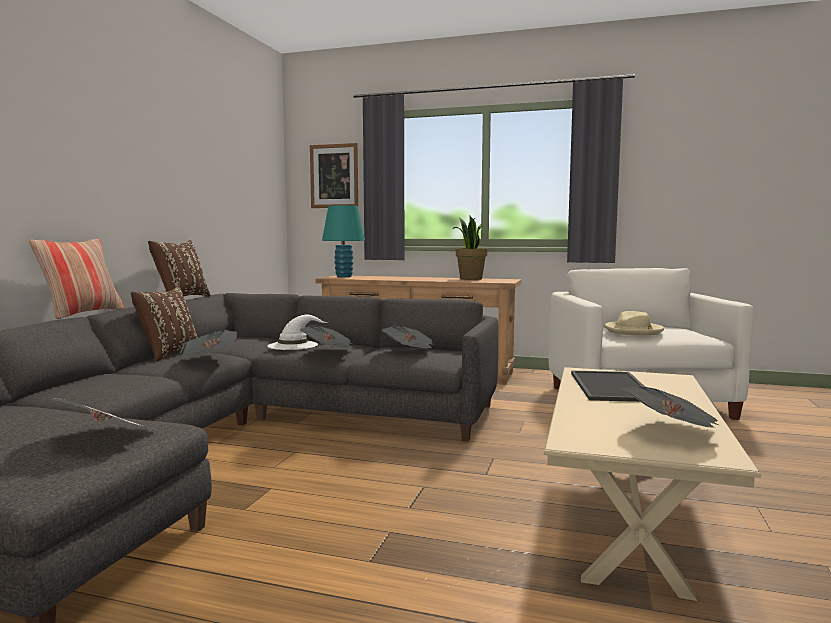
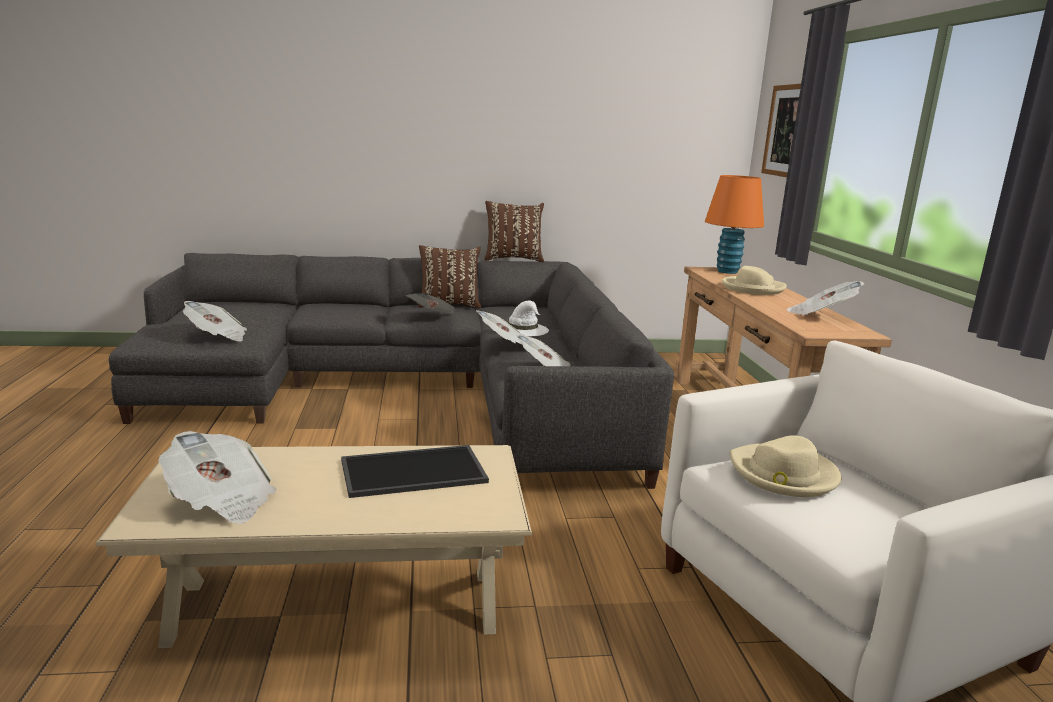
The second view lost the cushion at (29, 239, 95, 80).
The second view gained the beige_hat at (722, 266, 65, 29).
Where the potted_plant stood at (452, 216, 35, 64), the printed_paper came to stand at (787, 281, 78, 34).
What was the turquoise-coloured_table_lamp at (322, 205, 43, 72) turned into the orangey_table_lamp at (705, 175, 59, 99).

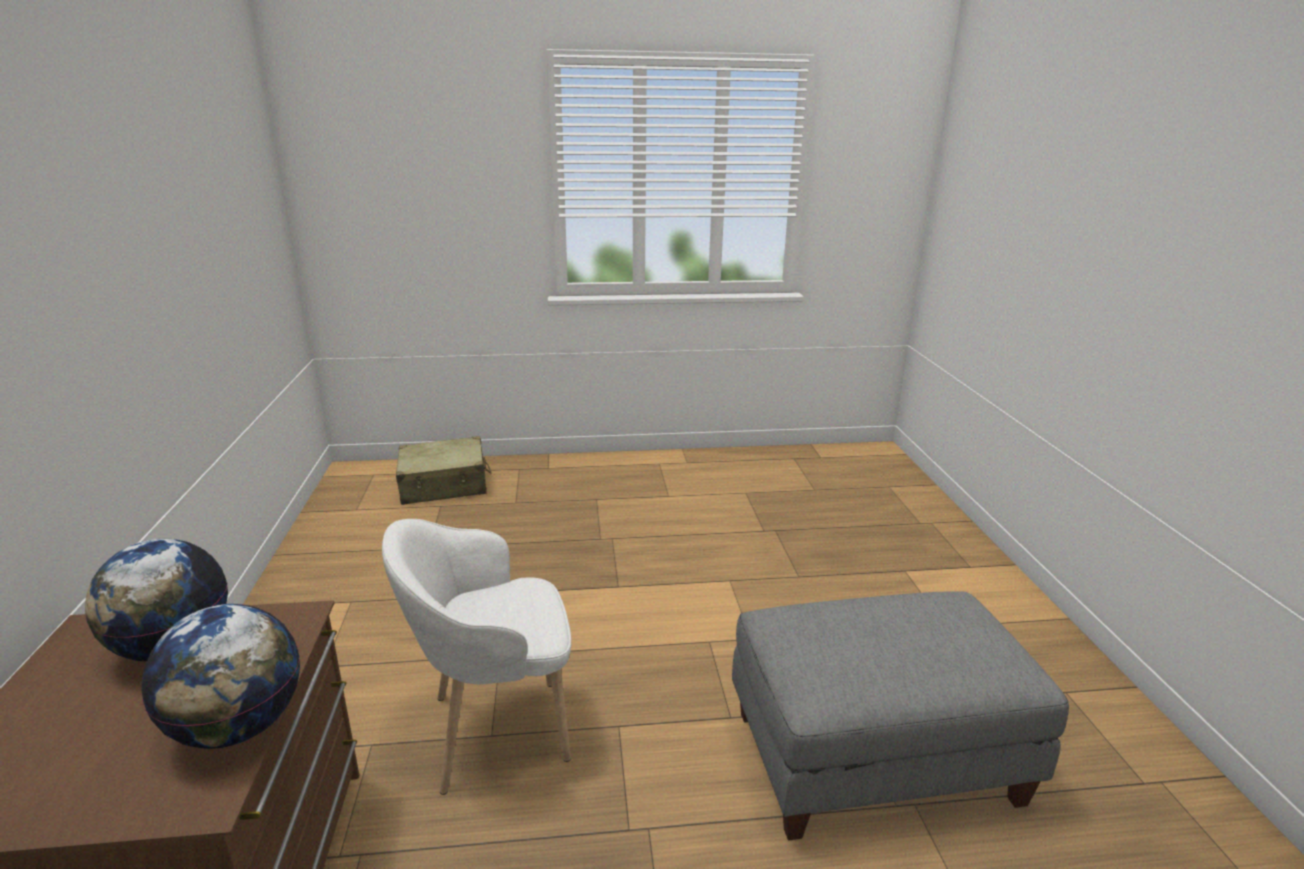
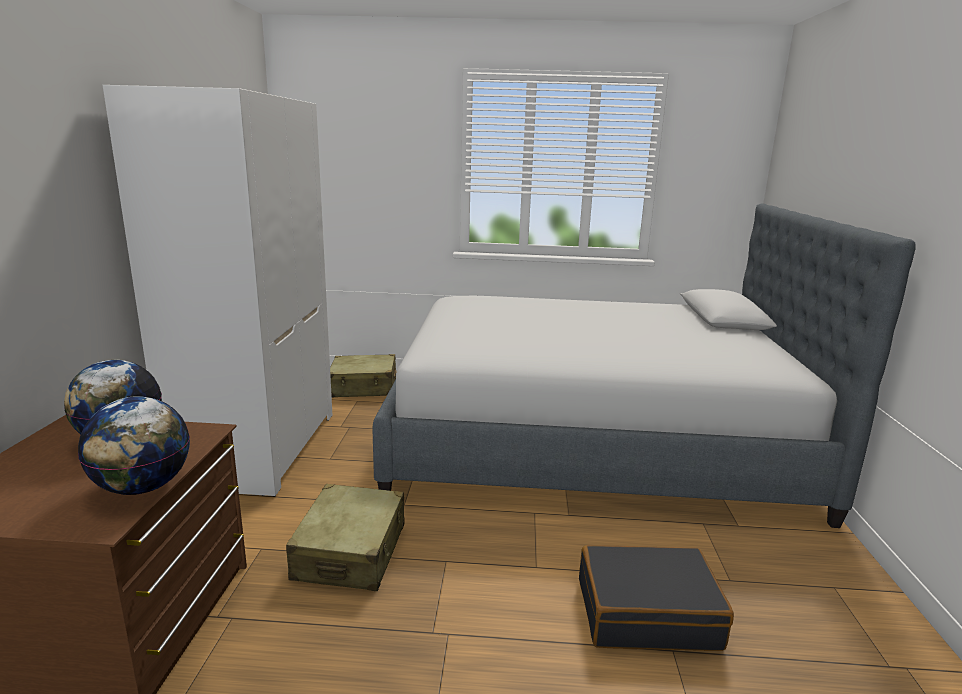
The second view gained the white-coloured_armoire at (103, 85, 229, 412).
The second view gained the bed at (373, 203, 542, 325).
Where the white-coloured_armchair stood at (382, 519, 189, 276), the beige_suitcase came to stand at (286, 484, 118, 107).
Where the gray_ottoman stood at (732, 591, 337, 250), the black-coloured_suitcase came to stand at (579, 545, 155, 106).

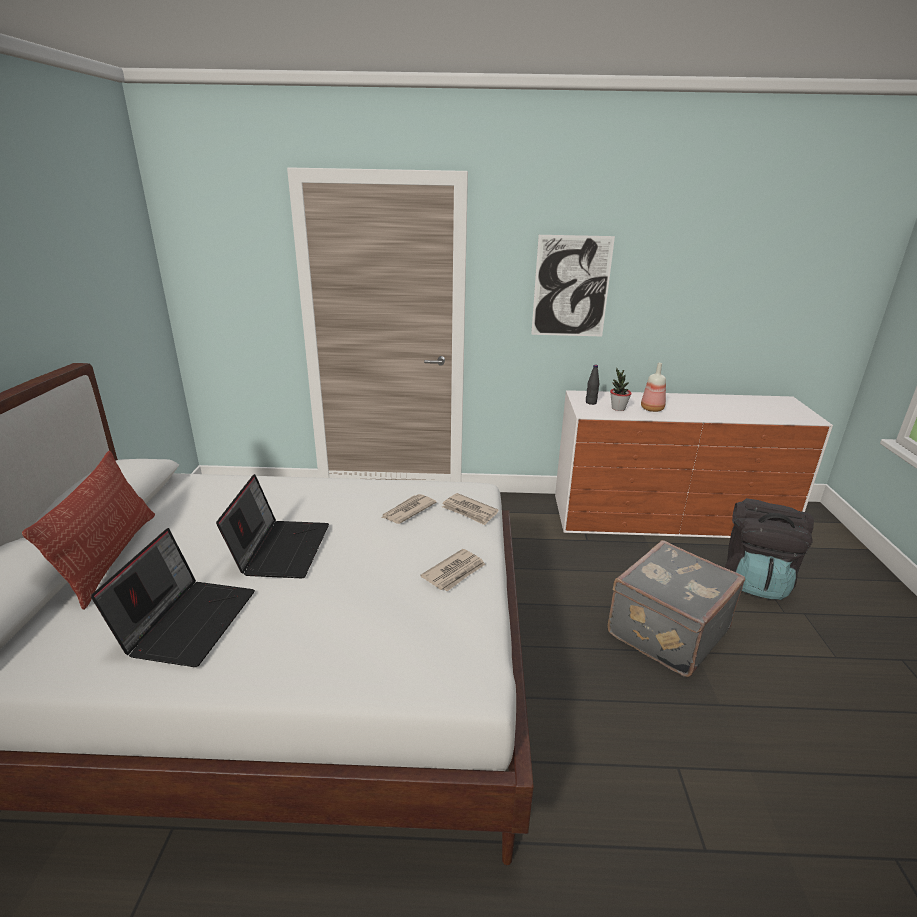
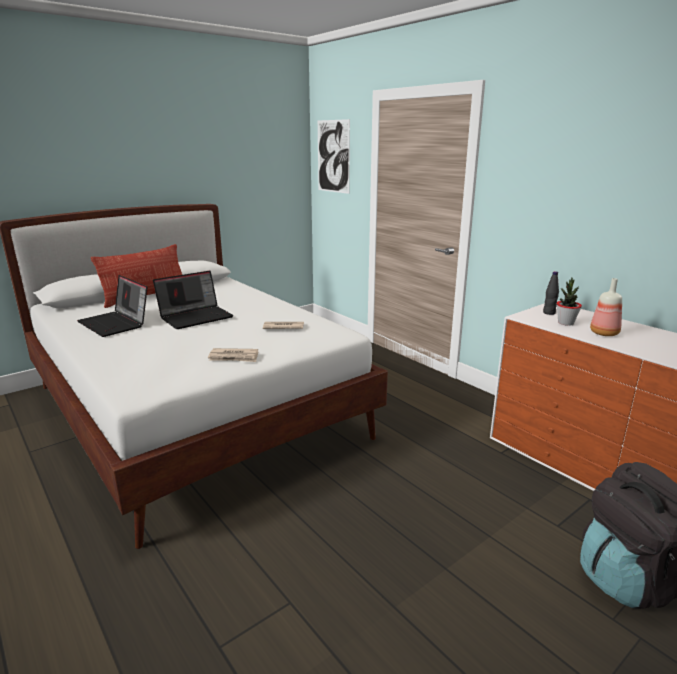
The second view lost the printed_paper at (442, 493, 57, 32).
The second view lost the gray_suitcase at (607, 540, 138, 137).
The picture ended up elsewhere, having gone from (531, 235, 84, 101) to (318, 119, 32, 75).
The laptop at (91, 528, 164, 139) ended up facing another way, 75 degrees clockwise from before.

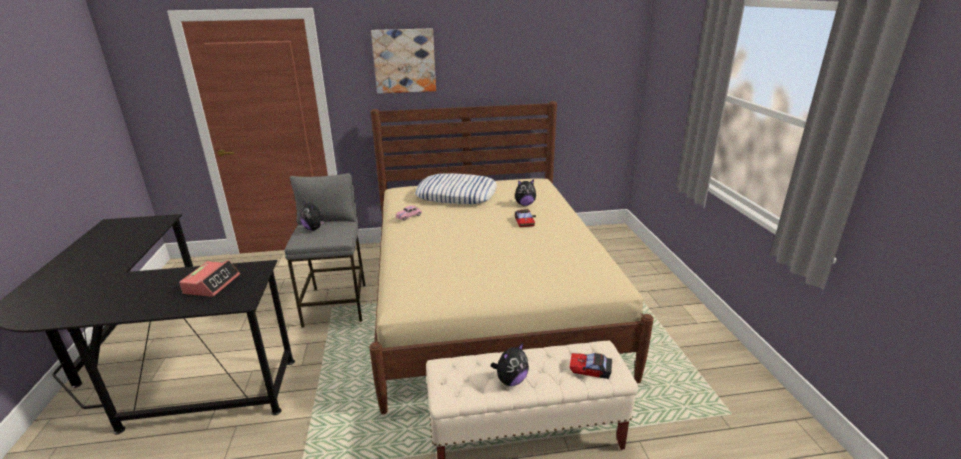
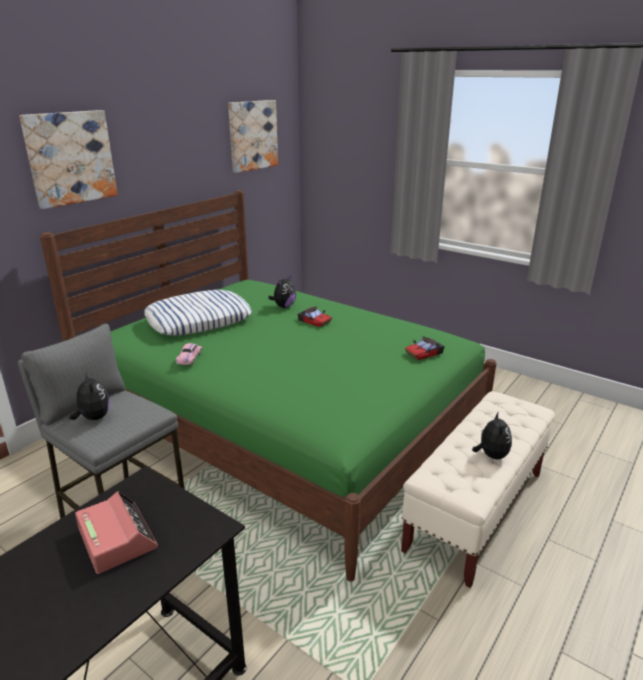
The second view gained the picture at (228, 100, 50, 73).
The toy_car ended up elsewhere, having gone from (570, 353, 42, 26) to (405, 336, 40, 24).
What was the beige_bed at (369, 101, 285, 313) turned into the green_bed at (40, 190, 456, 392).
The soft_toy at (300, 200, 25, 31) ended up facing another way, 120 degrees counterclockwise from before.

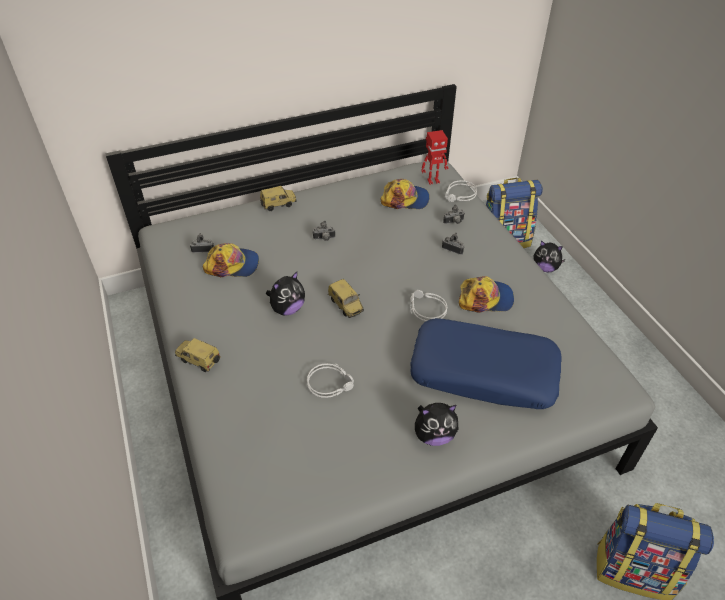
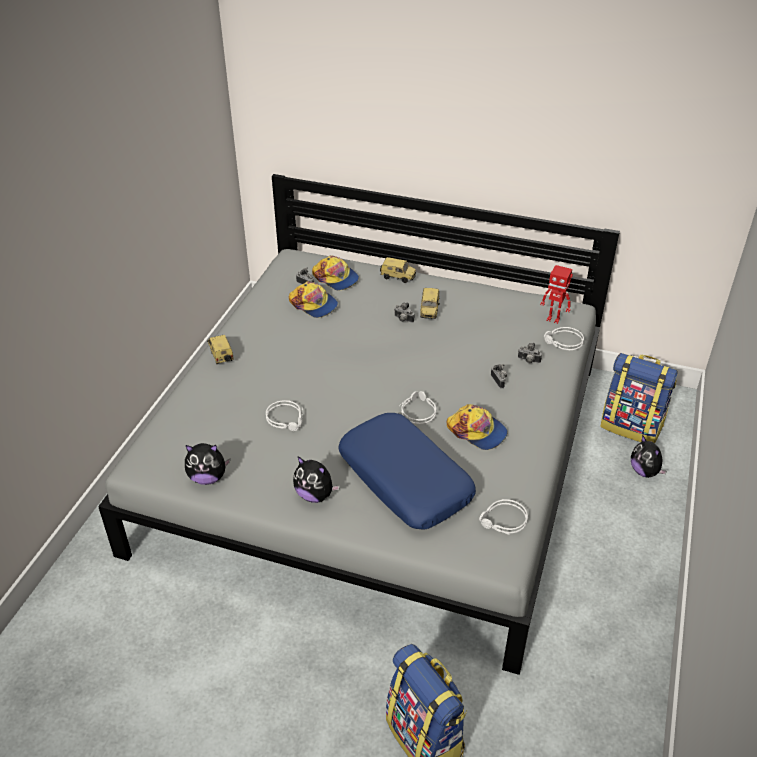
The second view gained the gray_headset at (479, 499, 49, 36).
The soft_toy ended up elsewhere, having gone from (266, 272, 39, 44) to (185, 443, 45, 42).
The toy_car ended up elsewhere, having gone from (328, 279, 36, 39) to (420, 288, 20, 31).
The baseball_cap ended up elsewhere, having gone from (380, 179, 50, 30) to (312, 255, 47, 35).

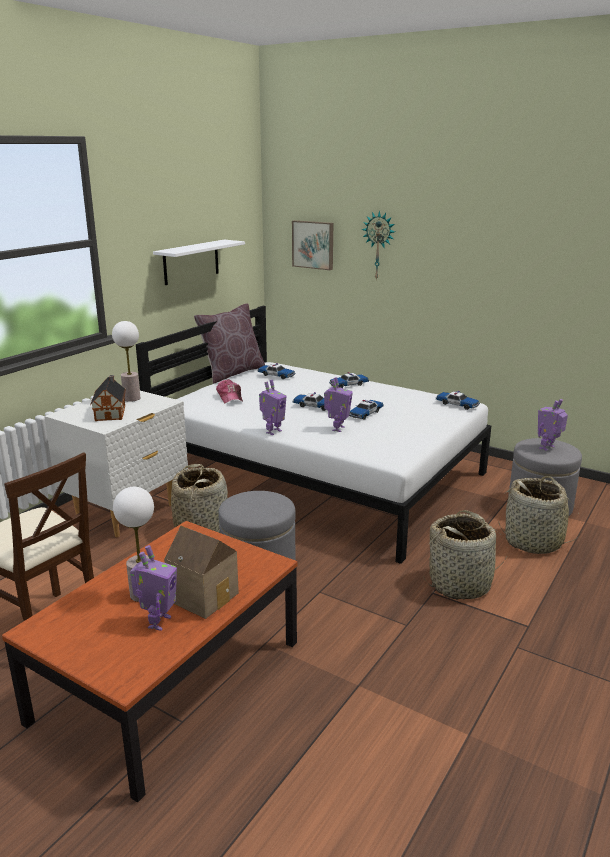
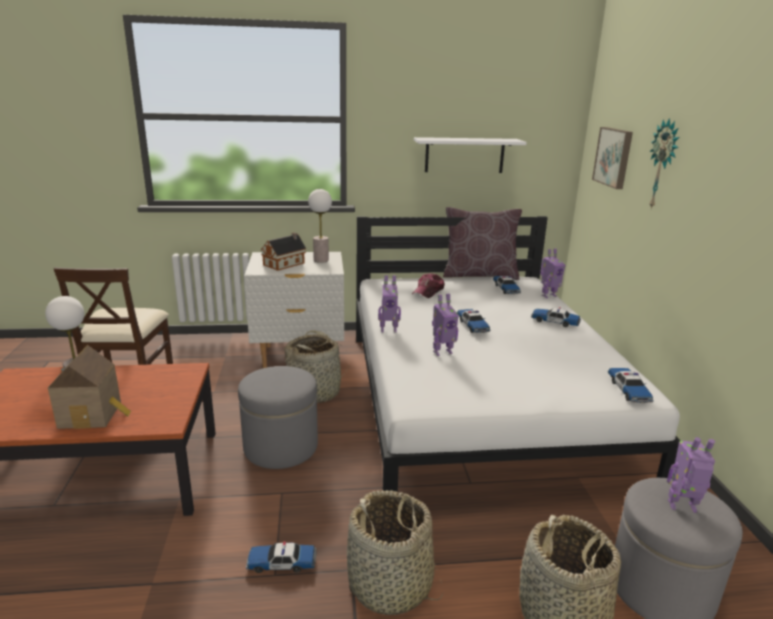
The robot_figure ended up elsewhere, having gone from (130, 545, 47, 86) to (540, 249, 25, 49).
The toy_car ended up elsewhere, having gone from (349, 400, 35, 20) to (246, 541, 70, 32).

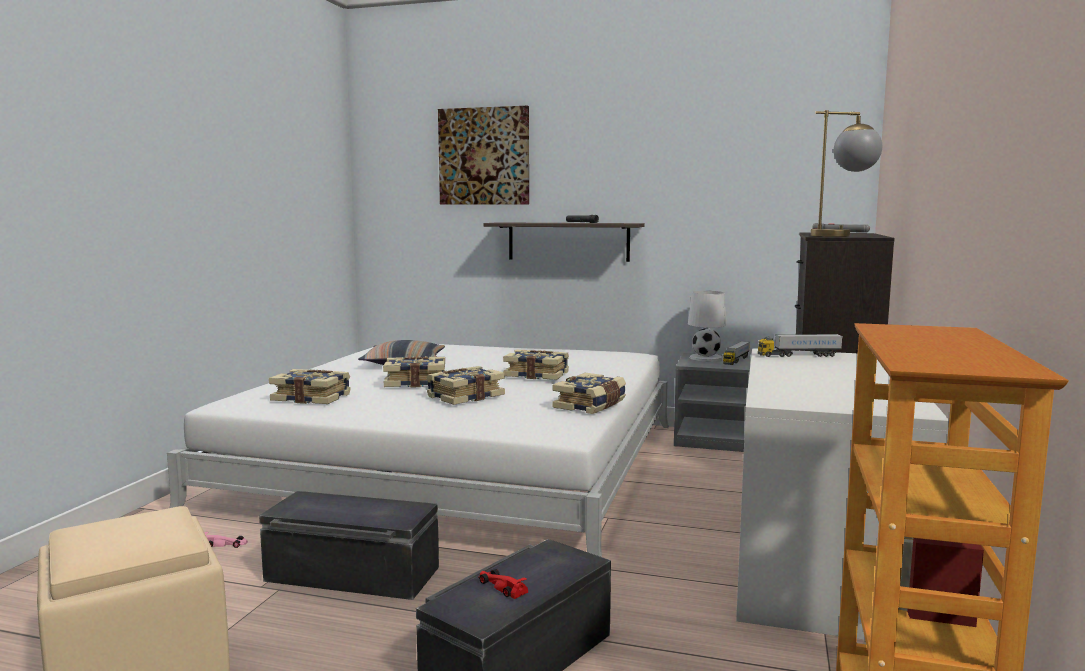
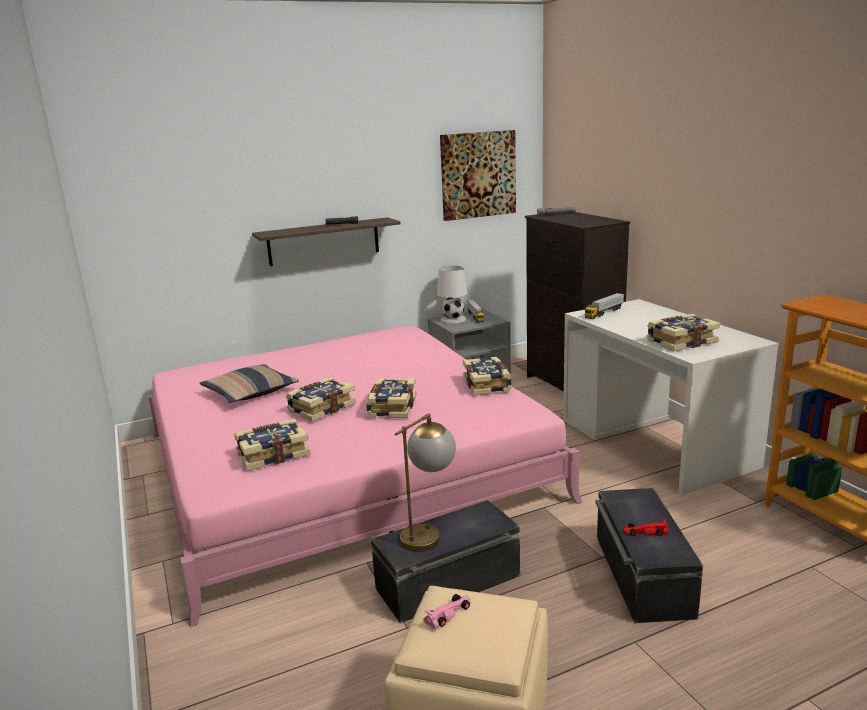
The pinkish_toy_car ended up elsewhere, having gone from (205, 532, 43, 16) to (424, 594, 48, 36).
The picture ended up elsewhere, having gone from (438, 106, 91, 99) to (440, 130, 76, 91).
The bound_book ended up elsewhere, having gone from (503, 350, 66, 30) to (647, 314, 73, 37).
The table_lamp ended up elsewhere, having gone from (811, 110, 71, 127) to (395, 413, 61, 139).
What was the white-coloured_bed at (167, 344, 502, 213) turned into the pinkish_bed at (148, 326, 434, 301).

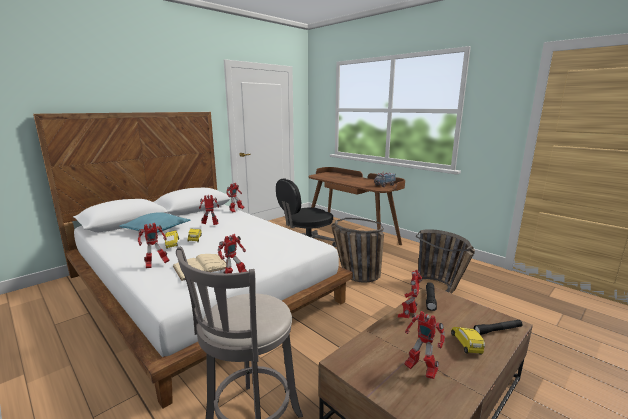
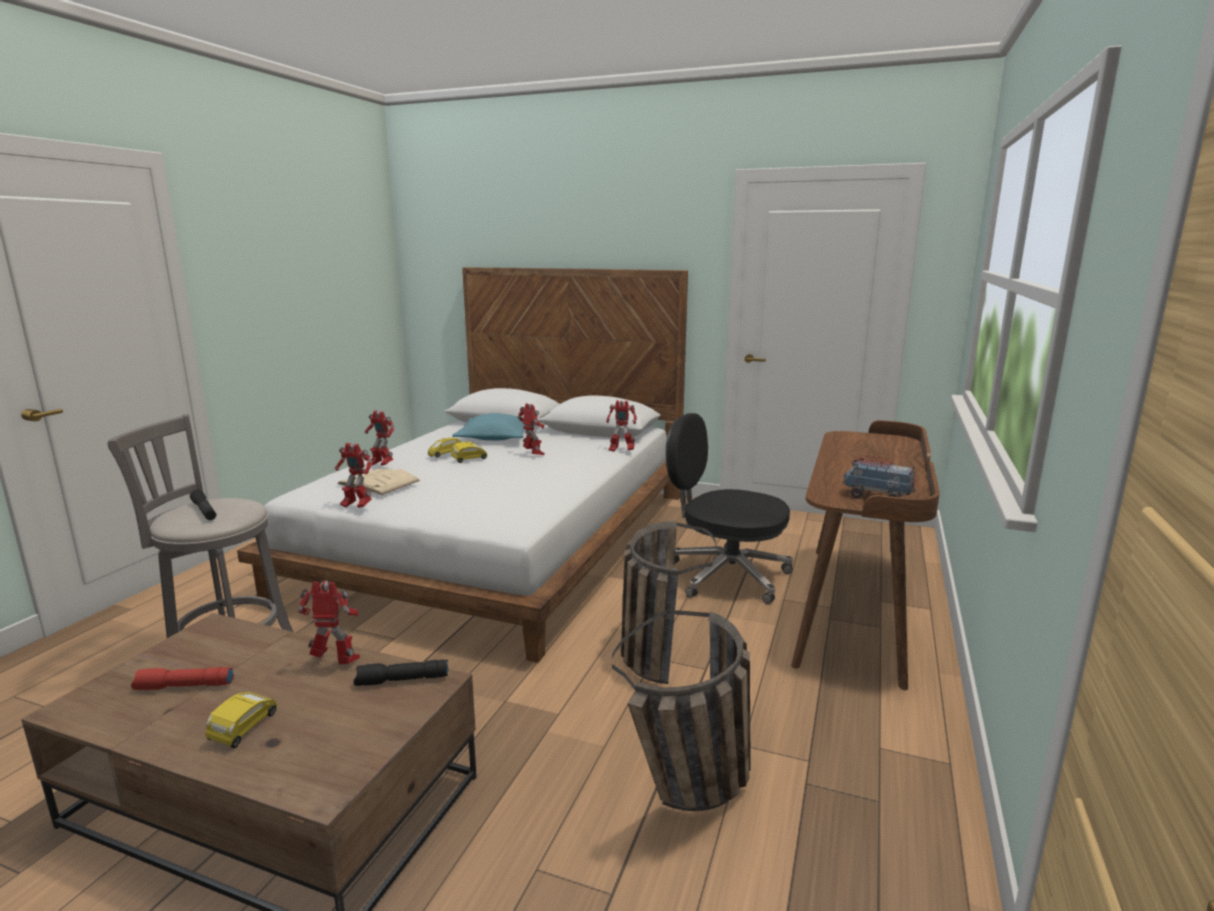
The black-coloured_flashlight ended up elsewhere, having gone from (474, 320, 48, 15) to (190, 490, 26, 30).
Where the robot_figure stood at (404, 311, 41, 68), the reddish_flashlight came to stand at (131, 667, 103, 23).
The yellowish_toy_car at (451, 327, 34, 28) ended up facing another way, 45 degrees counterclockwise from before.

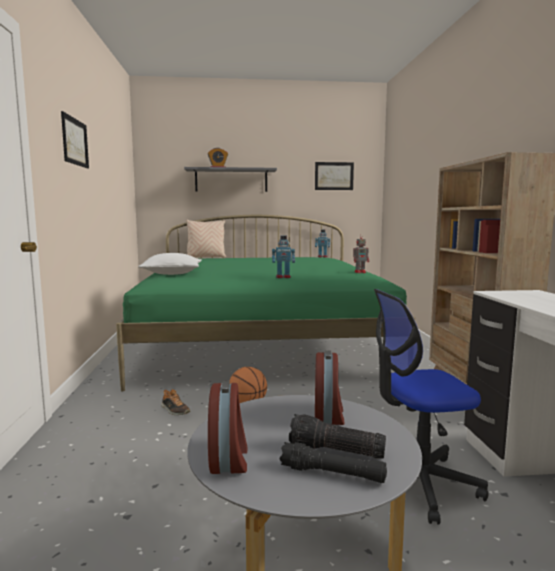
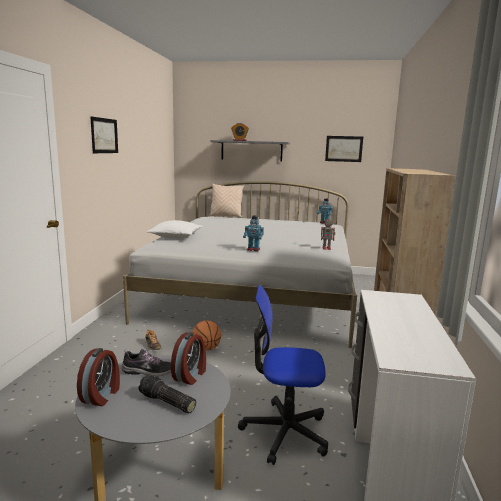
The second view lost the black-coloured_flashlight at (279, 442, 108, 41).
The second view gained the shoe at (122, 349, 49, 28).
What was the green_bed at (116, 215, 299, 176) turned into the white-coloured_bed at (123, 181, 234, 167).

